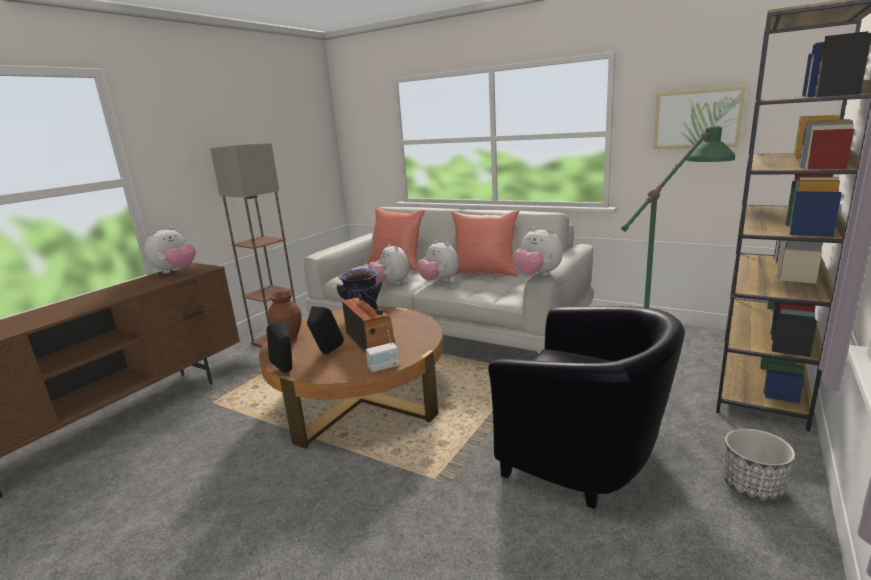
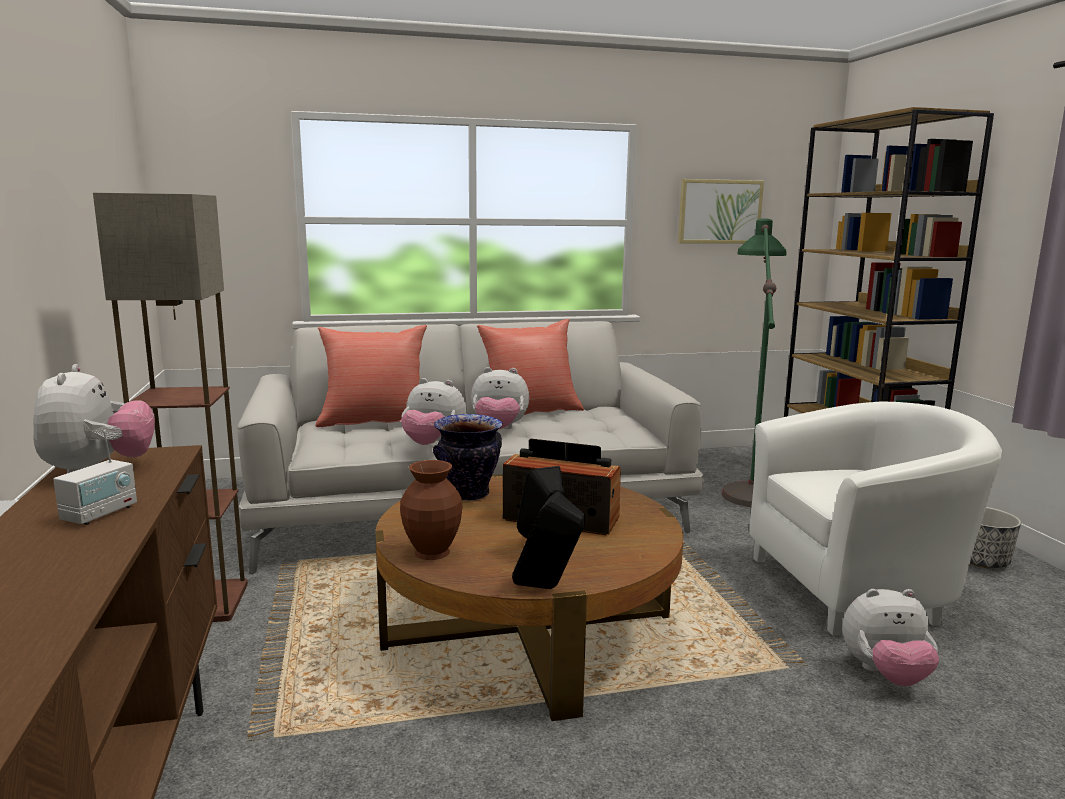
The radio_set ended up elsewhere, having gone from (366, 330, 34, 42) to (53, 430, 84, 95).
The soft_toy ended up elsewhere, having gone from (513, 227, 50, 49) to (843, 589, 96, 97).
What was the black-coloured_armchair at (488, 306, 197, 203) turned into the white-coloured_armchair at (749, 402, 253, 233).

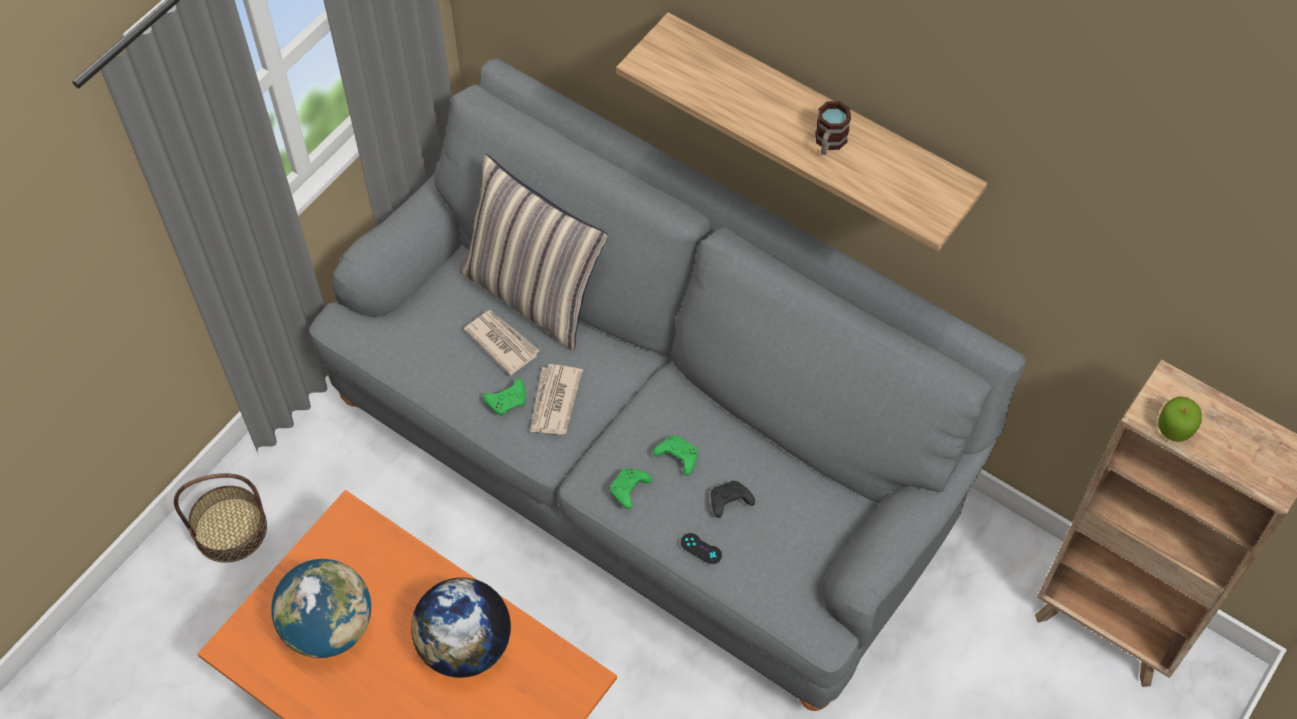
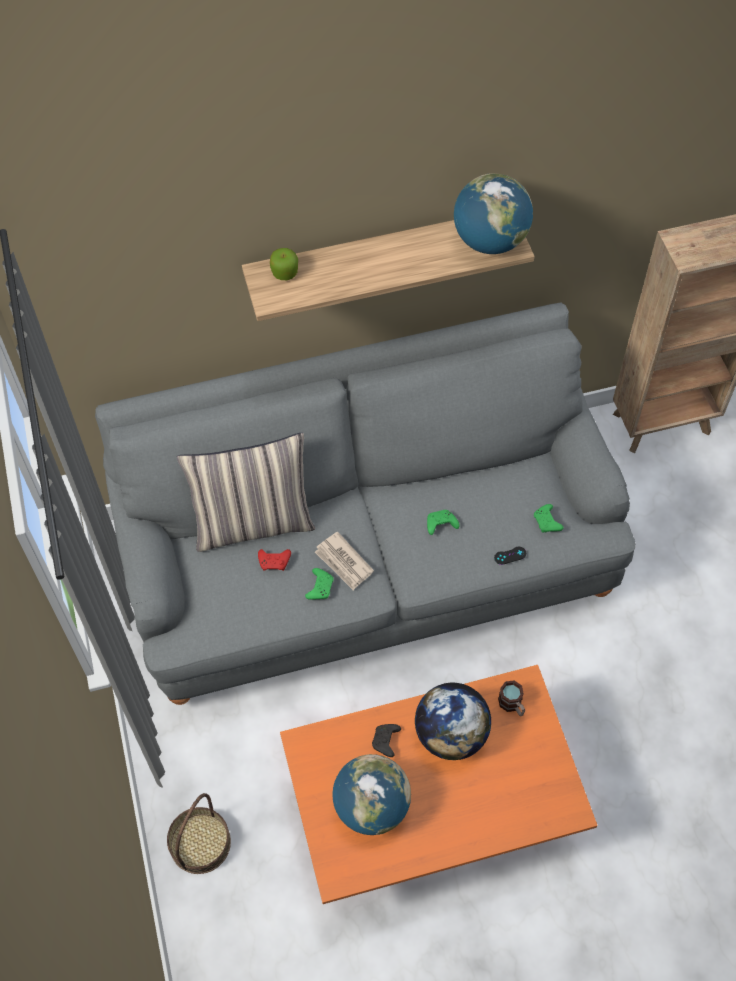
The second view gained the desk_globe at (454, 173, 79, 81).
The green_joypad ended up elsewhere, having gone from (610, 469, 43, 40) to (534, 504, 29, 28).
The black-coloured_joypad ended up elsewhere, having gone from (711, 481, 44, 37) to (372, 724, 29, 33).
The coffee_mug ended up elsewhere, having gone from (815, 101, 36, 54) to (498, 680, 27, 36).
The apple_fruit ended up elsewhere, having gone from (1158, 396, 44, 46) to (270, 248, 28, 32).
Where the printed_paper stood at (464, 310, 75, 65), the reddish_joypad came to stand at (258, 549, 33, 22).

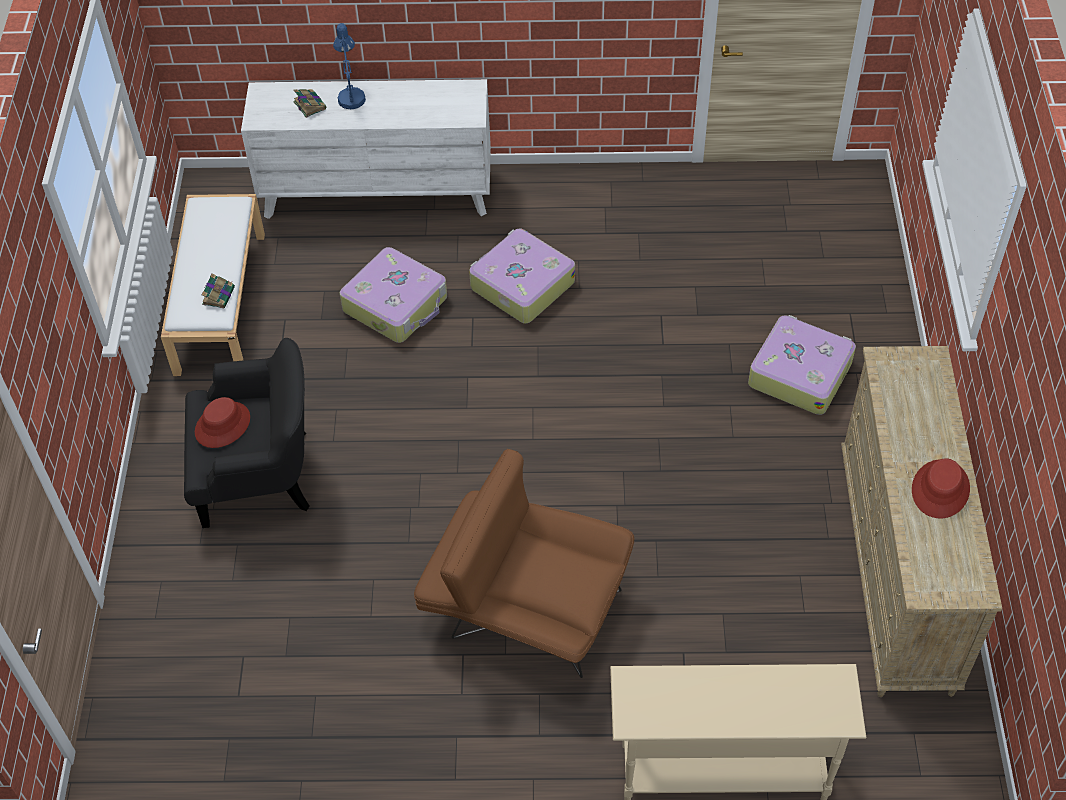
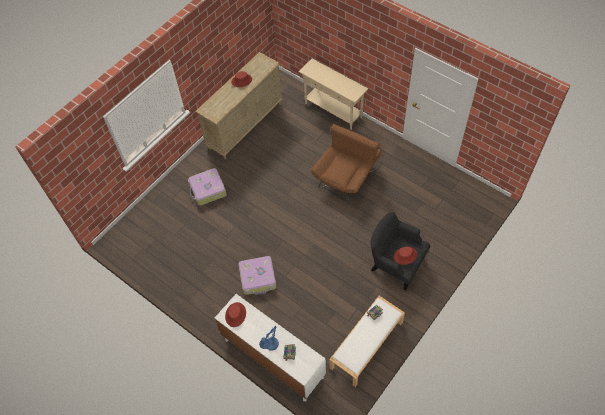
The second view lost the suitcase at (339, 247, 108, 96).
The second view gained the reddish_hat at (225, 302, 21, 25).
The brown_armchair at (414, 449, 220, 229) ended up facing another way, 120 degrees counterclockwise from before.

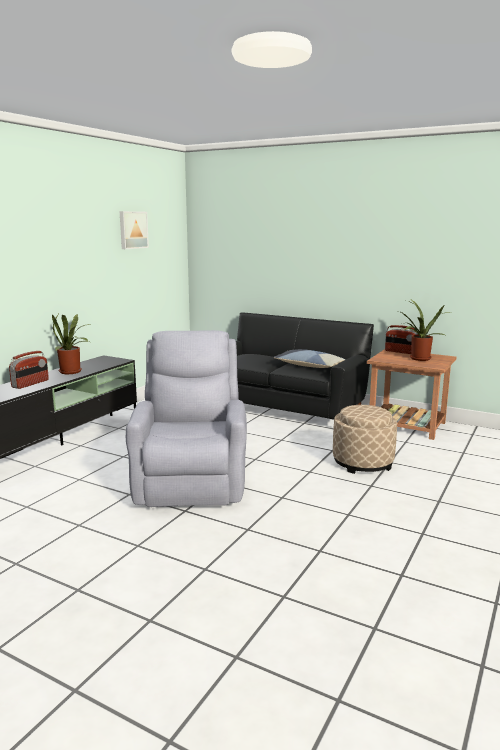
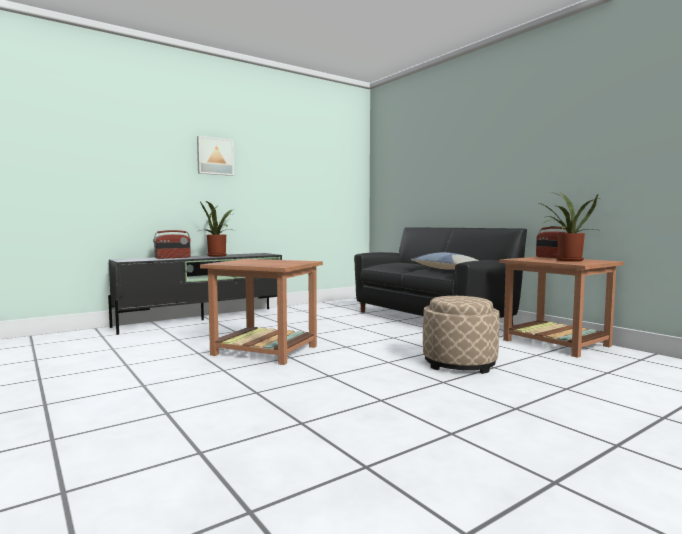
The picture ended up elsewhere, having gone from (120, 211, 29, 38) to (197, 136, 37, 40).
Where the gray_armchair stood at (126, 330, 121, 177), the brown_accent_table came to stand at (200, 259, 123, 106).

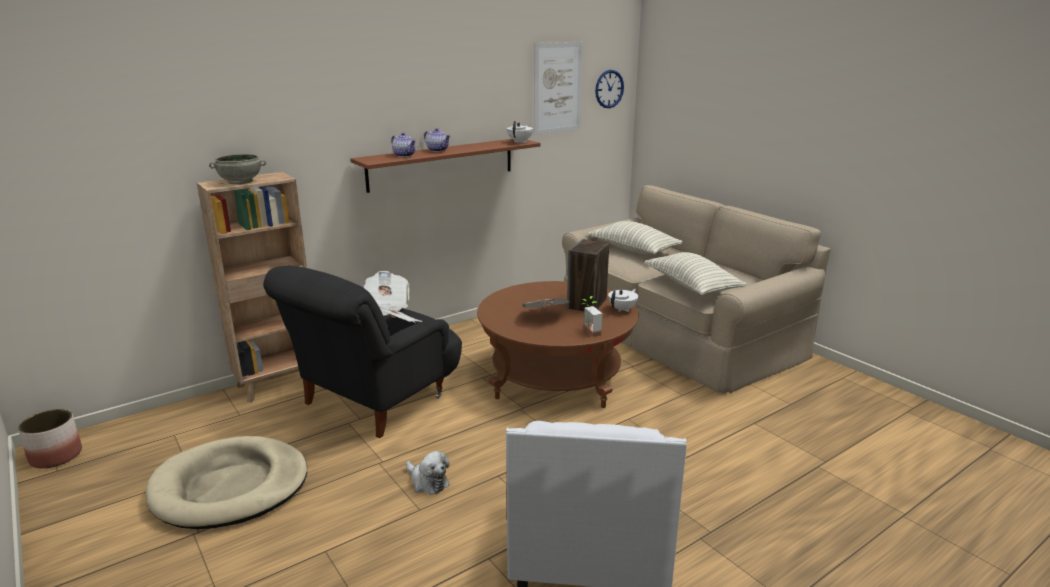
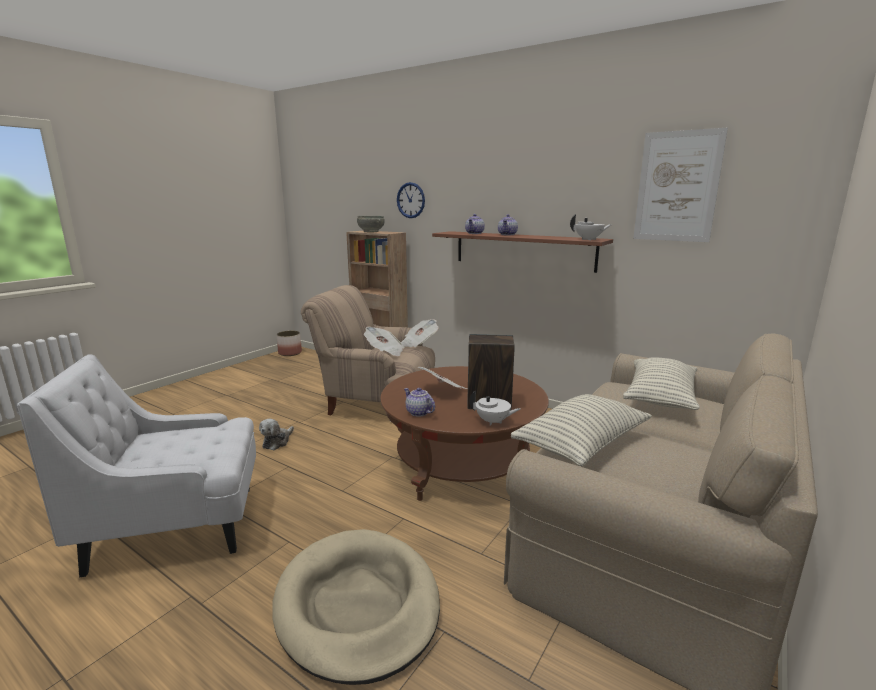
The beige_dog_bed ended up elsewhere, having gone from (145, 436, 162, 93) to (272, 529, 168, 156).
The clock_on_the_wall ended up elsewhere, having gone from (595, 70, 29, 38) to (397, 182, 28, 36).
Where the potted_plant stood at (582, 296, 20, 41), the teapot came to stand at (404, 388, 31, 29).
What was the black-coloured_armchair at (263, 266, 199, 173) turned into the beige_armchair at (301, 285, 134, 137).

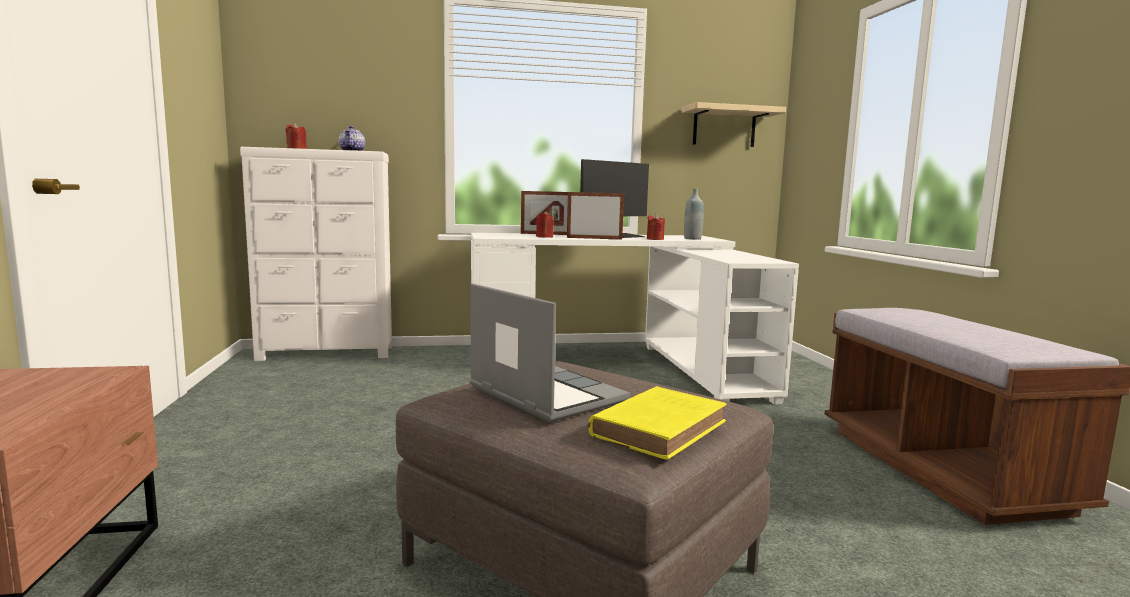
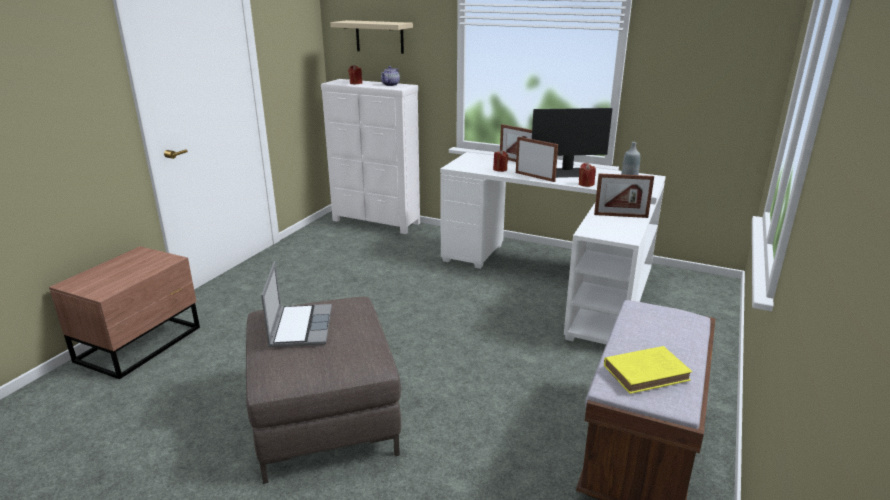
The second view gained the picture_frame at (594, 173, 60, 45).
The yellowish_bound_book ended up elsewhere, having gone from (588, 386, 138, 74) to (604, 346, 88, 48).
The beige_shelf ended up elsewhere, having gone from (682, 102, 104, 45) to (330, 20, 83, 34).

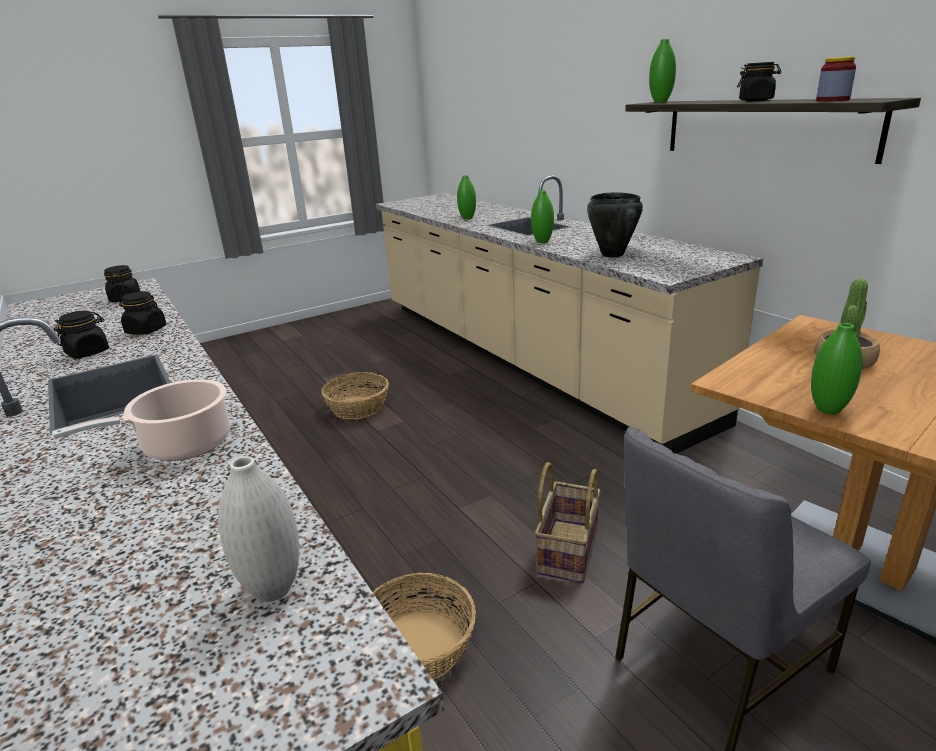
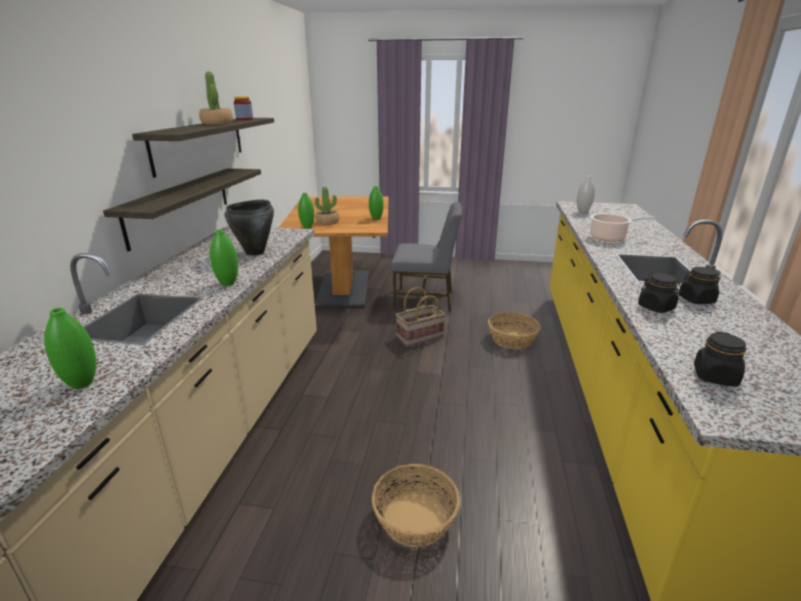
The second view gained the shelf at (103, 168, 158, 83).
The green_decorative_vase ended up elsewhere, having gone from (649, 39, 27, 63) to (298, 193, 16, 36).
Where the black-coloured_jar stood at (737, 62, 44, 40), the potted_plant came to stand at (199, 72, 34, 53).

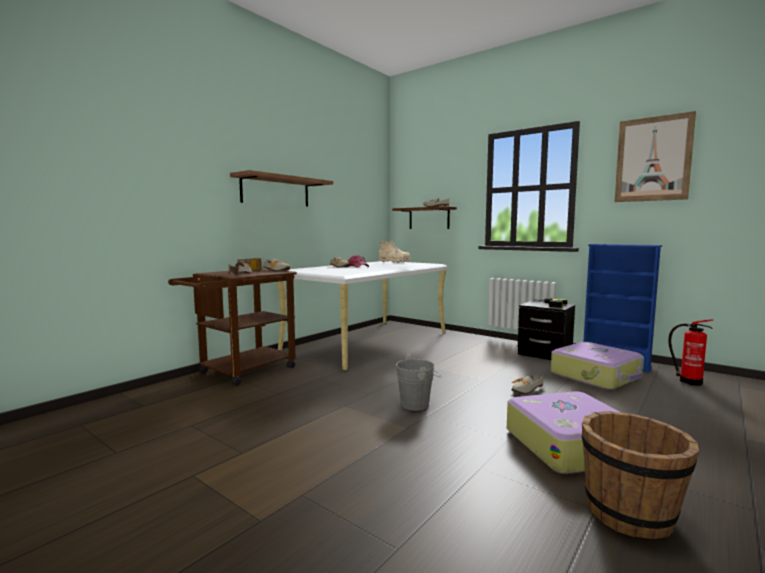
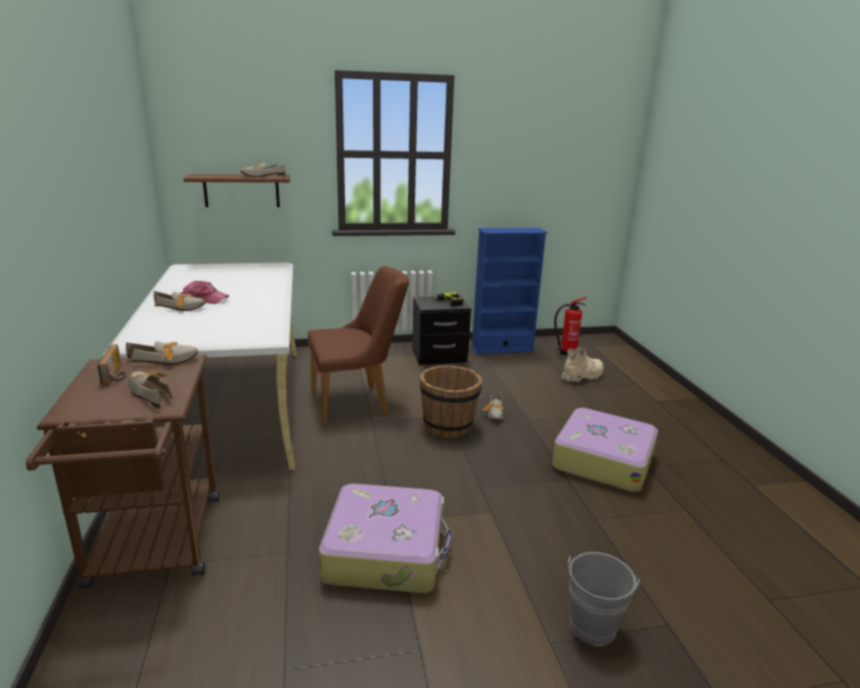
The second view lost the shelf at (230, 170, 103, 37).
The second view lost the picture at (615, 111, 81, 91).
The second view gained the brown_upright_chair at (308, 266, 101, 159).
The beige_tall_boot ended up elsewhere, having gone from (378, 241, 33, 22) to (561, 348, 43, 34).
The gray_water_bucket ended up elsewhere, having gone from (396, 355, 46, 56) to (568, 552, 72, 93).
The suitcase ended up elsewhere, having gone from (551, 342, 93, 48) to (319, 484, 133, 109).
The brown_water_bucket ended up elsewhere, having gone from (582, 411, 117, 128) to (420, 365, 62, 73).

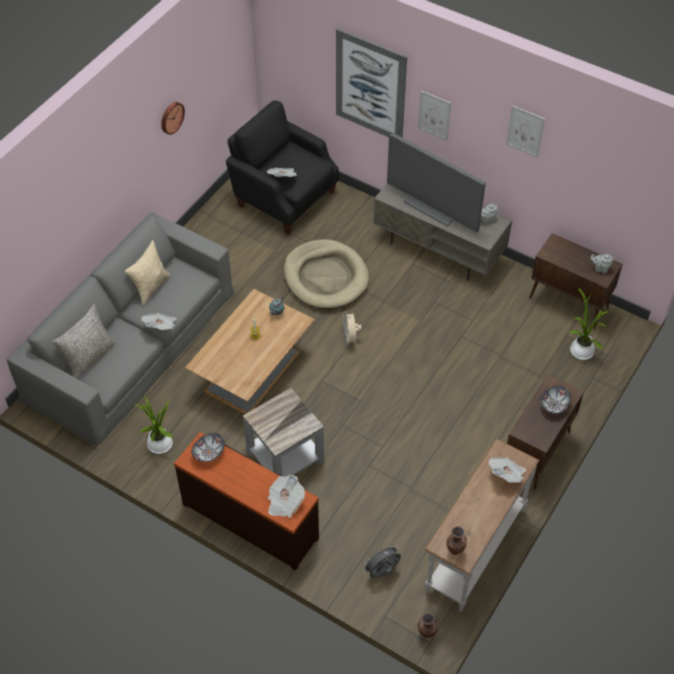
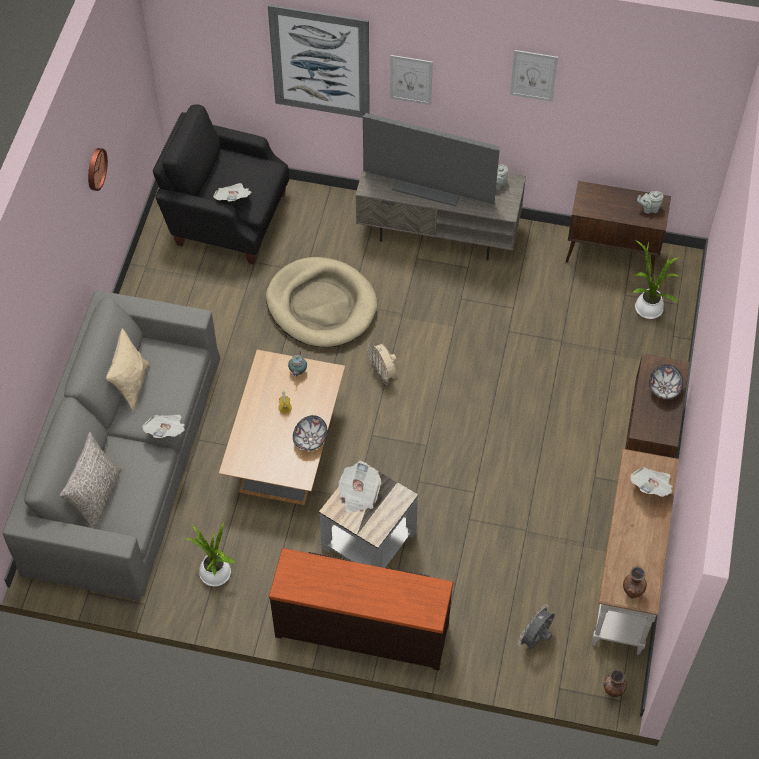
The bowl ended up elsewhere, having gone from (192, 433, 33, 29) to (293, 415, 34, 35).
The printed_paper ended up elsewhere, having gone from (268, 475, 37, 43) to (338, 462, 43, 51).

